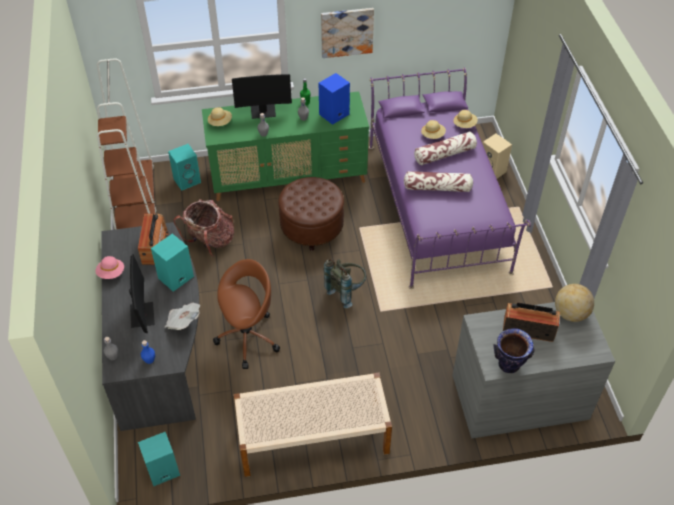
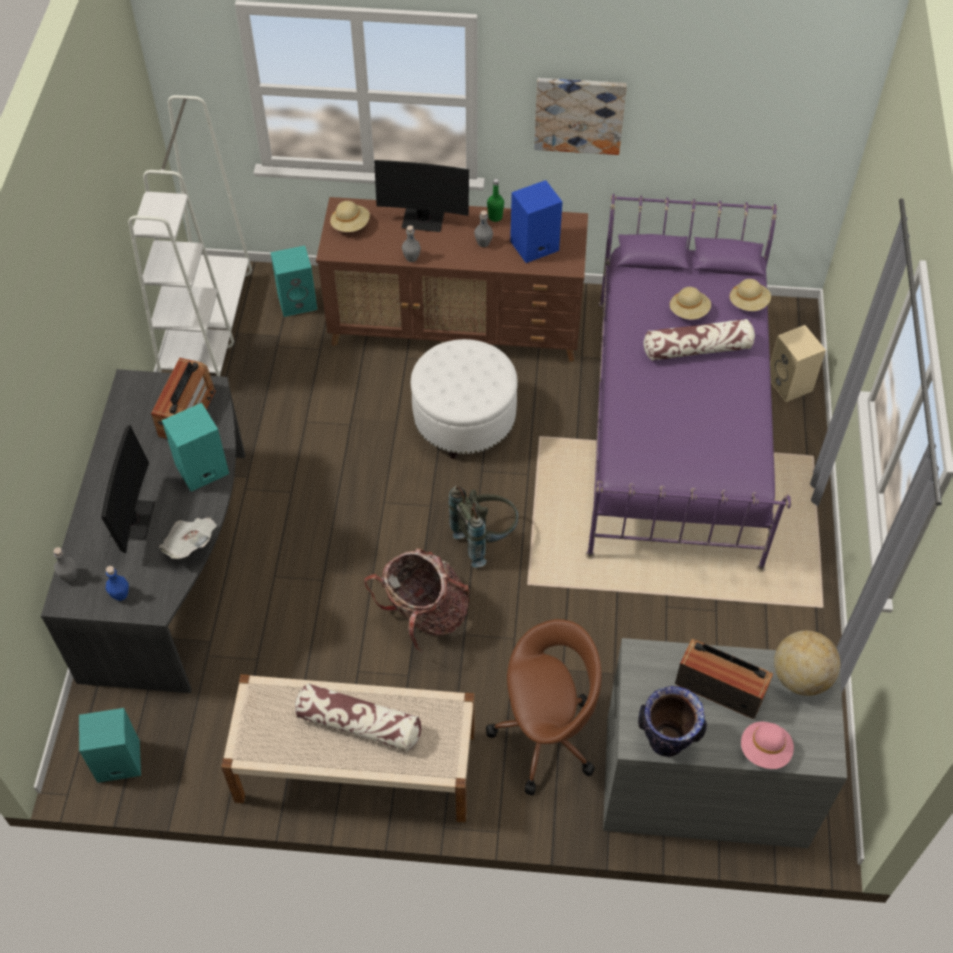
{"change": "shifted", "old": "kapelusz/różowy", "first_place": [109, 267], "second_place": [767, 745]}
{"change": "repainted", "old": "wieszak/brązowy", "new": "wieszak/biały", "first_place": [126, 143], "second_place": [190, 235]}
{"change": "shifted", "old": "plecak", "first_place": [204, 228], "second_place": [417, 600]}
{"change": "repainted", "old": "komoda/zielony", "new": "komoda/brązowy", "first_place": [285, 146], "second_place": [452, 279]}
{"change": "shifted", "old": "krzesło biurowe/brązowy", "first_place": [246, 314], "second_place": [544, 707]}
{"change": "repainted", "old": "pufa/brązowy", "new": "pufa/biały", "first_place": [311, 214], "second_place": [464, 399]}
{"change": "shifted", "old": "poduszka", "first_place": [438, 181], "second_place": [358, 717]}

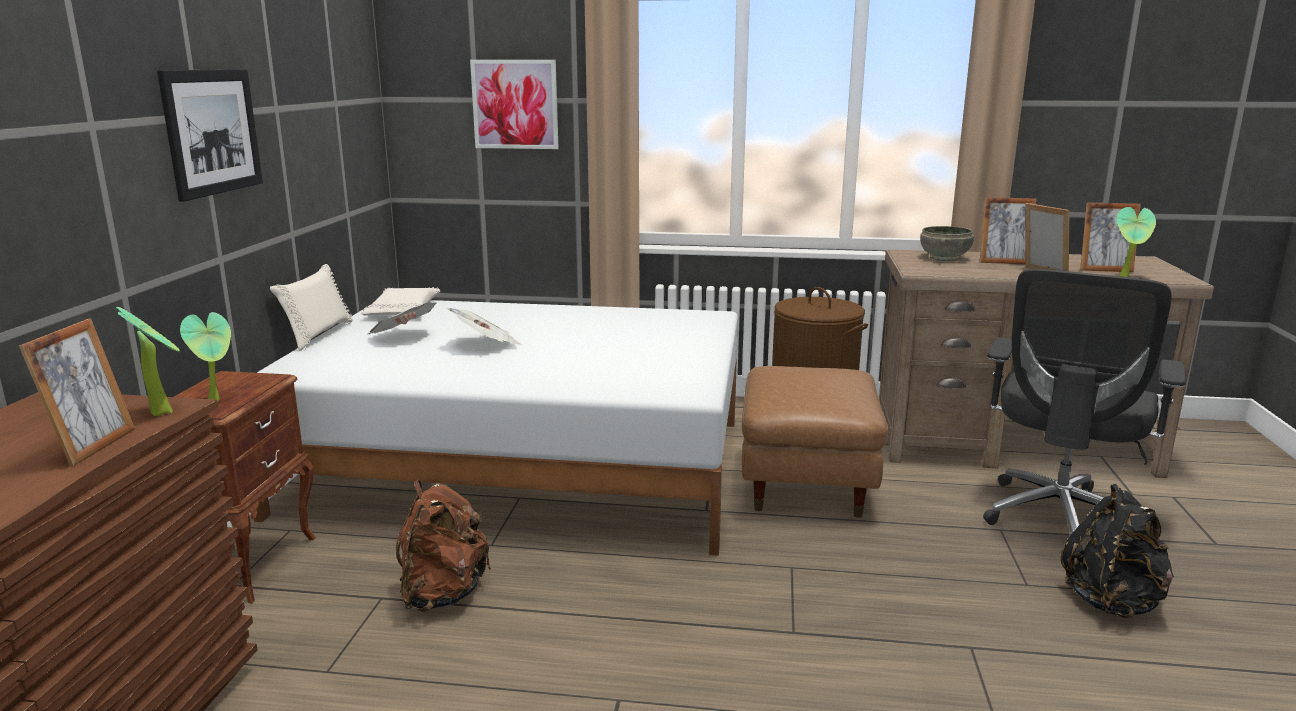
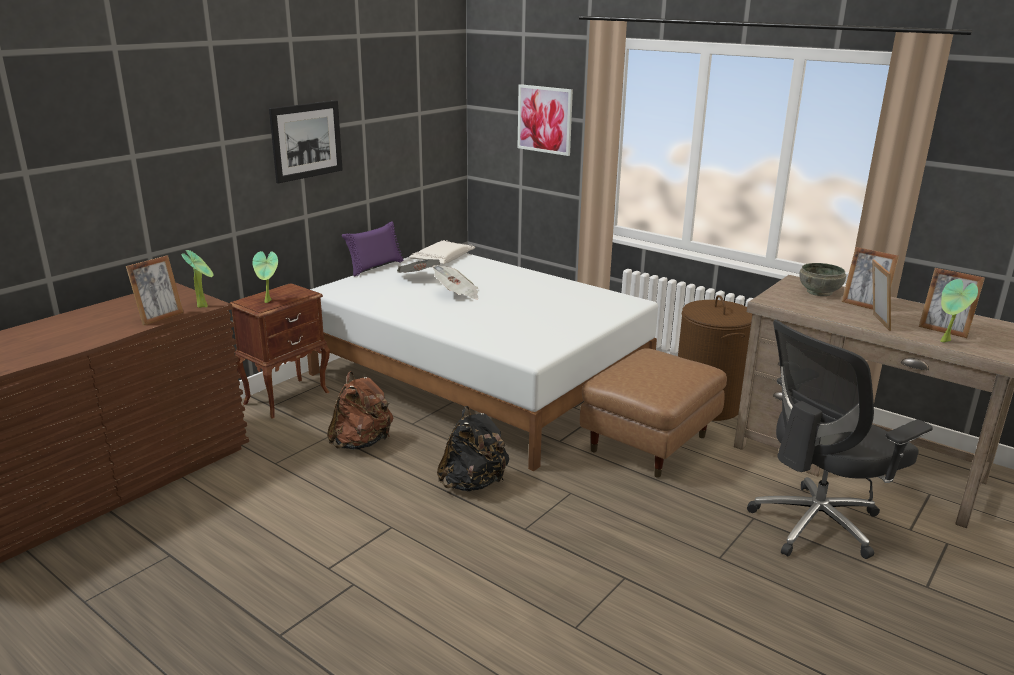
{"change": "repainted", "old": "poduszka/biały", "new": "poduszka/fioletowy", "first_place": [311, 307], "second_place": [372, 249]}
{"change": "shifted", "old": "plecak/czarny", "first_place": [1117, 551], "second_place": [473, 448]}

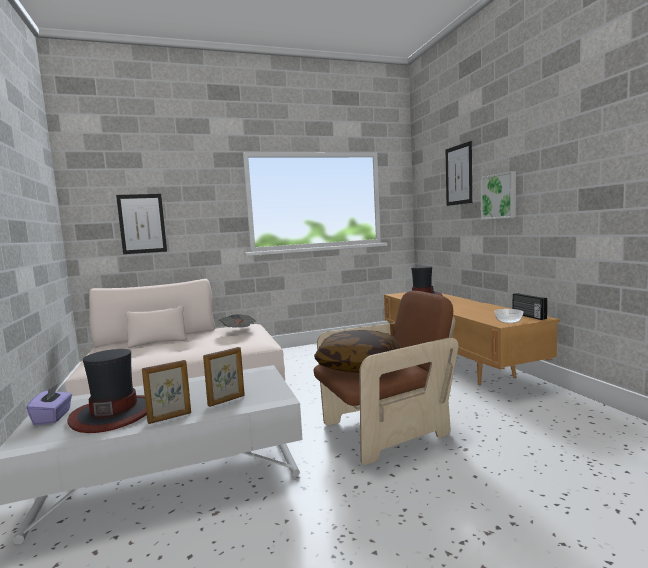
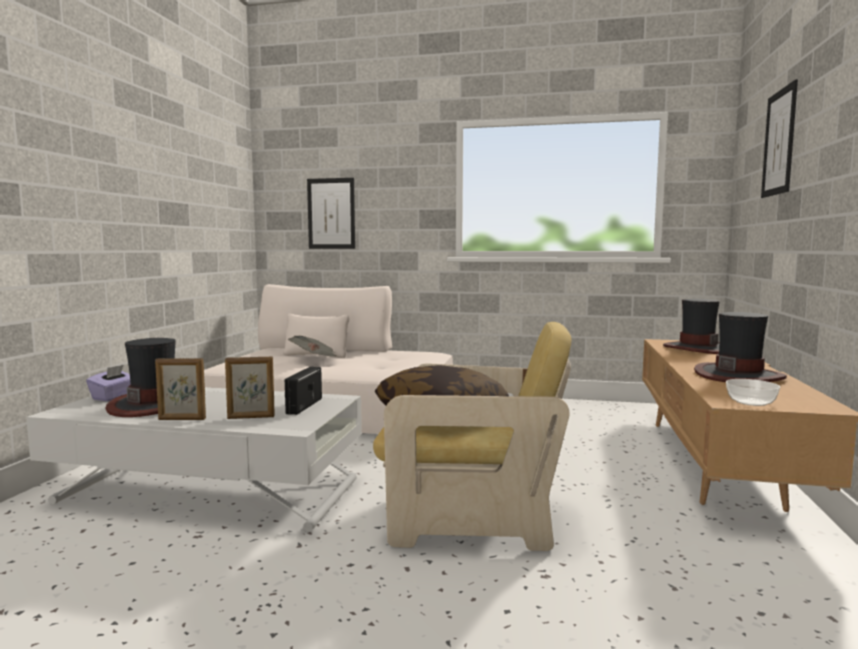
{"change": "shifted", "old": "gazeta", "first_place": [237, 321], "second_place": [312, 346]}
{"change": "repainted", "old": "fotel/brązowy", "new": "fotel/żółty", "first_place": [386, 378], "second_place": [472, 436]}
{"change": "gone", "old": "obraz", "first_place": [498, 195]}
{"change": "shifted", "old": "radio", "first_place": [530, 306], "second_place": [303, 391]}
{"change": "new", "new": "kapelusz", "second_place": [740, 347]}

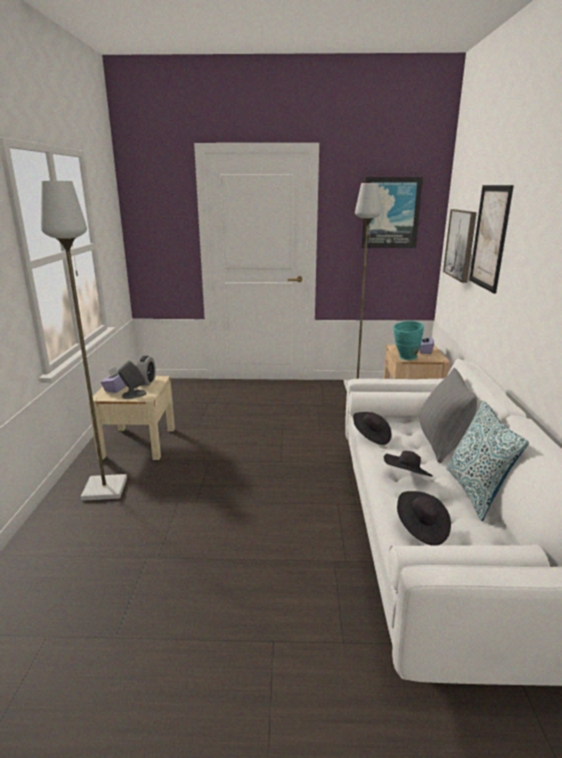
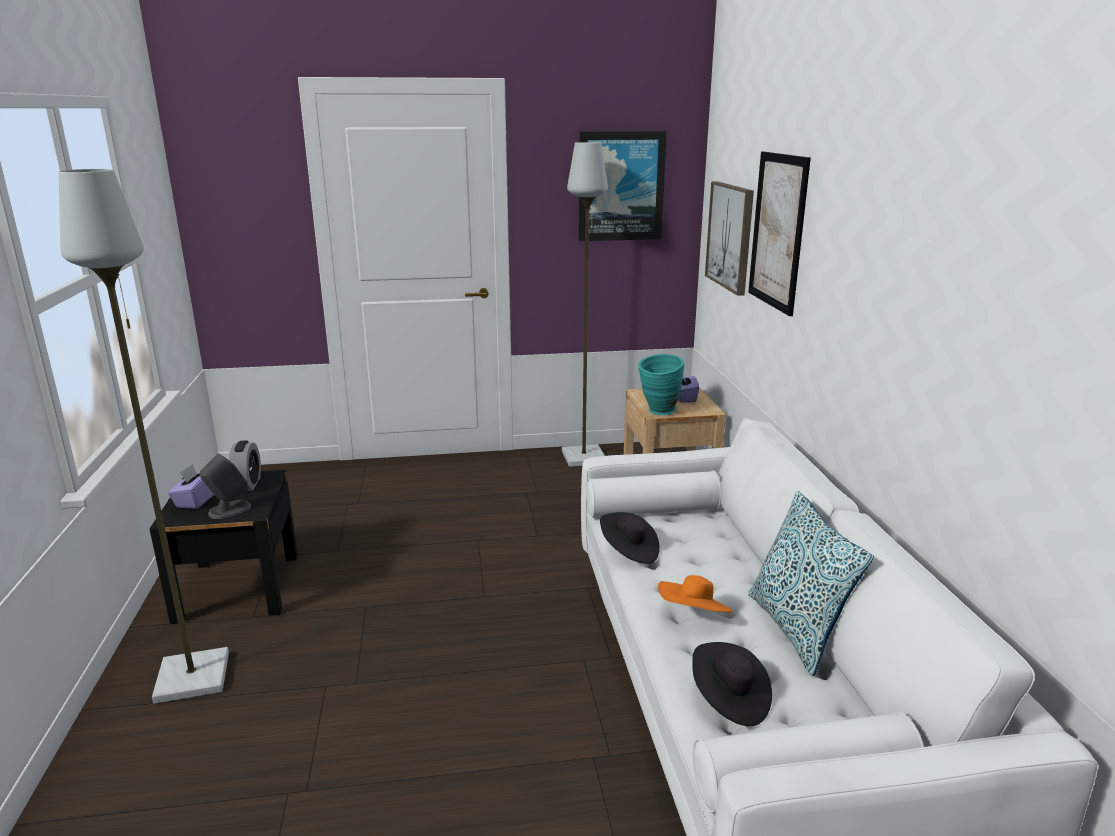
{"change": "repainted", "old": "szafka nocna/beżowy", "new": "szafka nocna/czarny", "first_place": [131, 418], "second_place": [223, 547]}
{"change": "repainted", "old": "kapelusz/czarny", "new": "kapelusz/pomarańczowy", "first_place": [408, 464], "second_place": [695, 594]}
{"change": "gone", "old": "poduszka/szary", "first_place": [448, 415]}

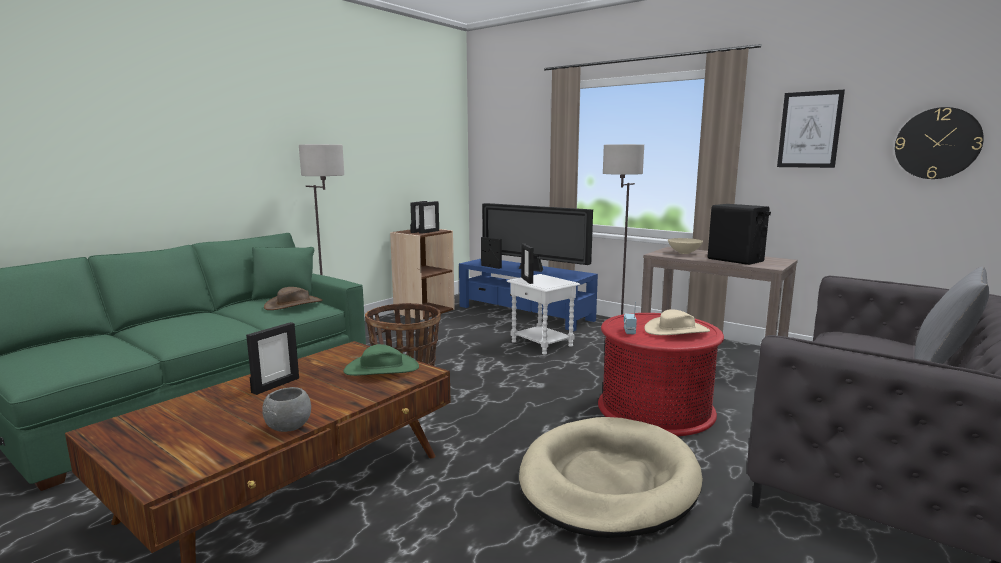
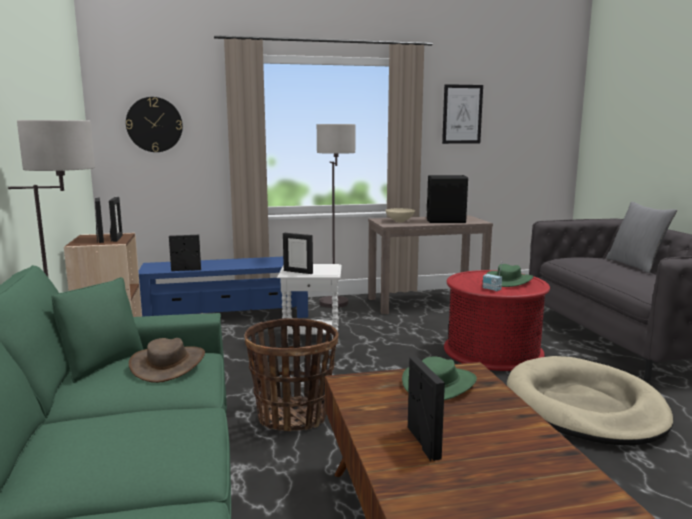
{"change": "gone", "old": "miska/szary", "first_place": [286, 409]}
{"change": "gone", "old": "telewizor", "first_place": [537, 237]}
{"change": "repainted", "old": "kapelusz/beżowy", "new": "kapelusz/zielony", "first_place": [677, 322], "second_place": [509, 275]}
{"change": "shifted", "old": "zegar ścienny", "first_place": [939, 143], "second_place": [154, 124]}

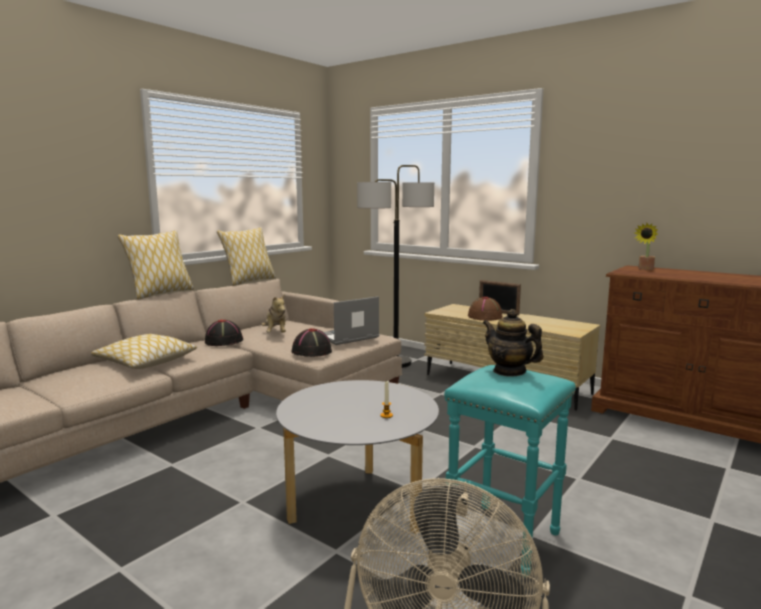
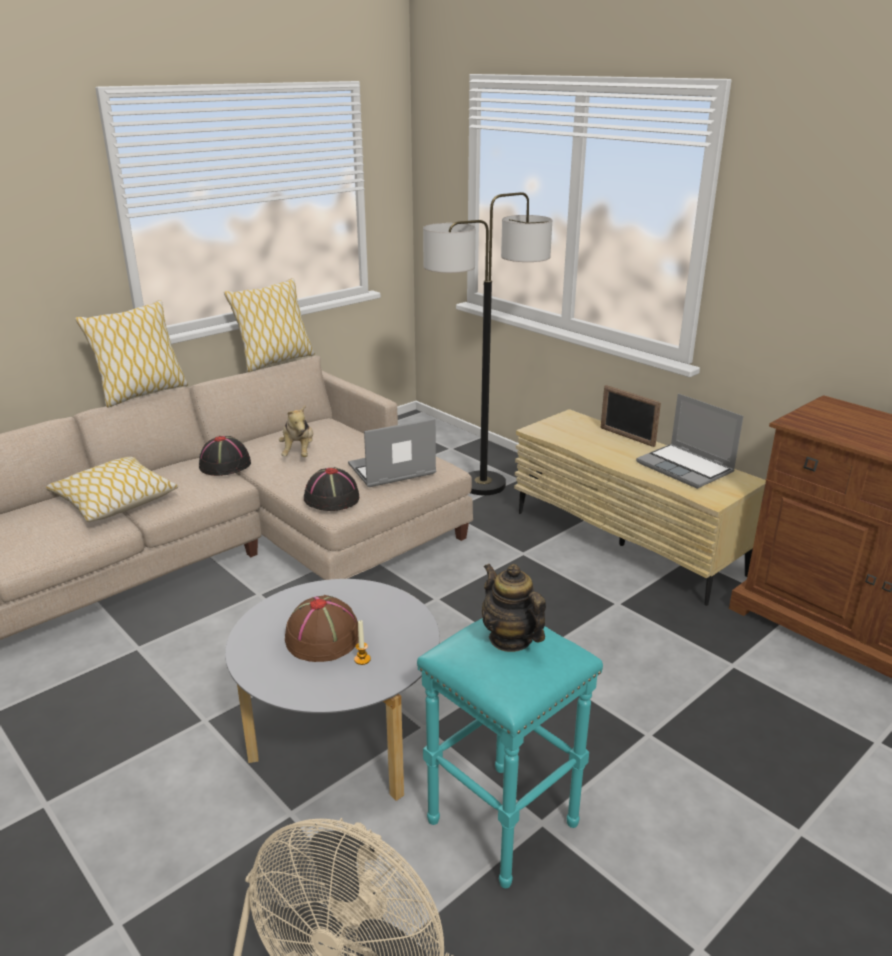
{"change": "shifted", "old": "kapelusz/brązowy", "first_place": [485, 309], "second_place": [322, 628]}
{"change": "gone", "old": "roślina doniczkowa", "first_place": [646, 246]}
{"change": "new", "new": "laptop", "second_place": [689, 441]}

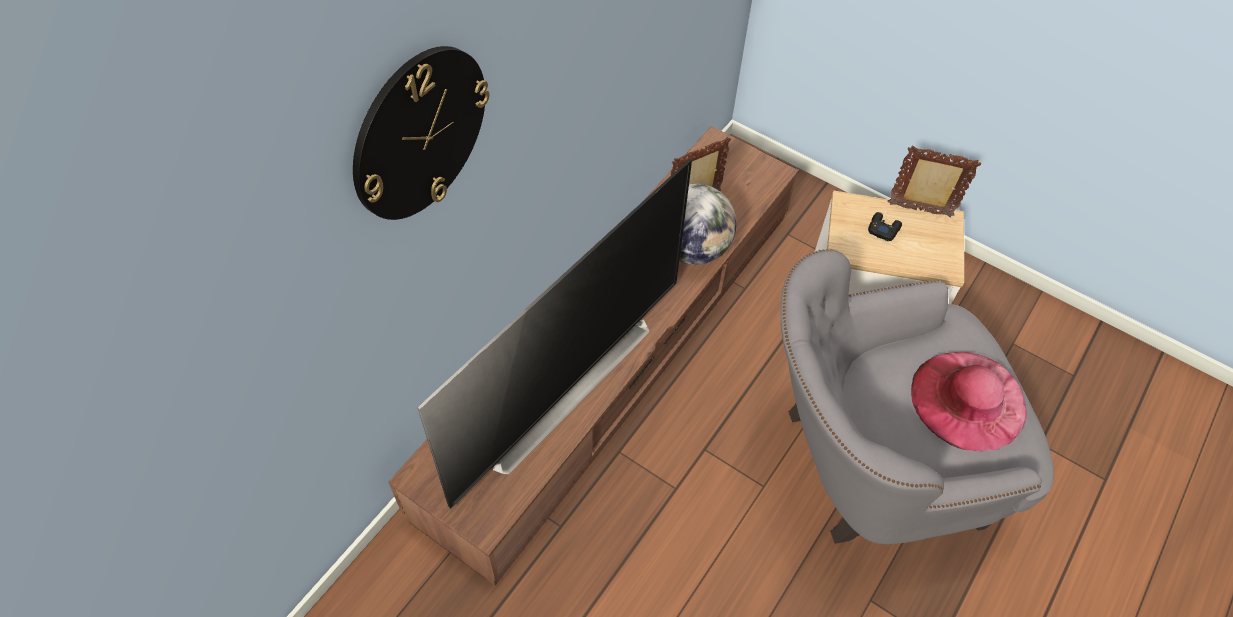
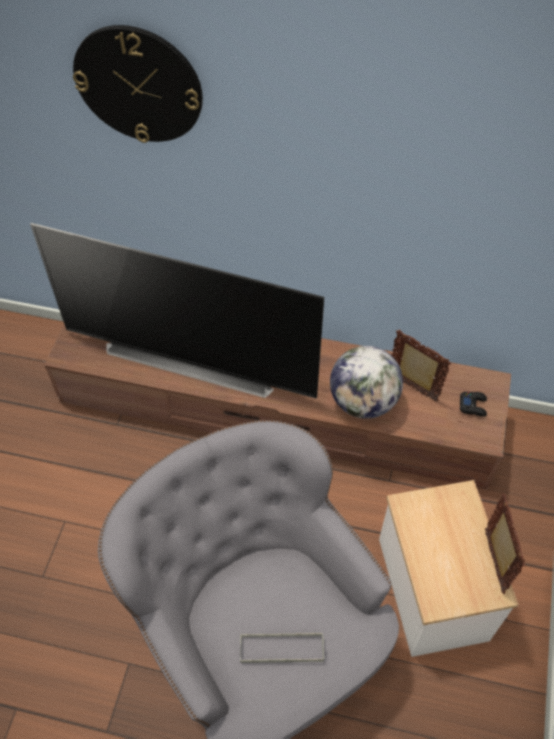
{"change": "shifted", "old": "pad do gier/czarny", "first_place": [885, 226], "second_place": [473, 404]}
{"change": "swapped", "old": "kapelusz/różowy", "new": "taca/szary", "first_place": [969, 402], "second_place": [282, 648]}

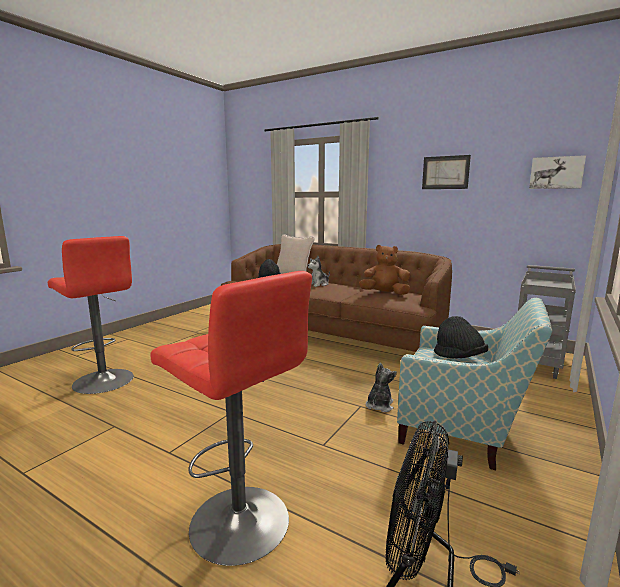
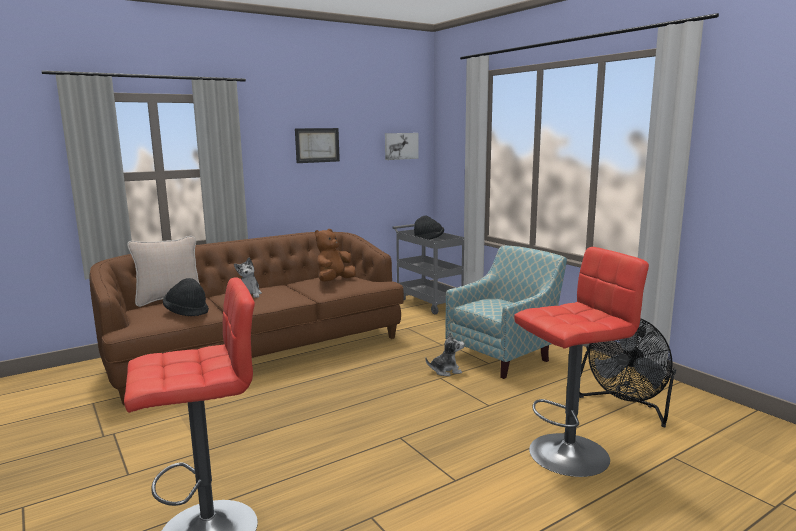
{"change": "rotated", "old": "pluszak", "first_place": [381, 387], "second_place": [444, 354], "degrees": 120}
{"change": "shifted", "old": "kapelusz/czarny", "first_place": [461, 337], "second_place": [429, 227]}

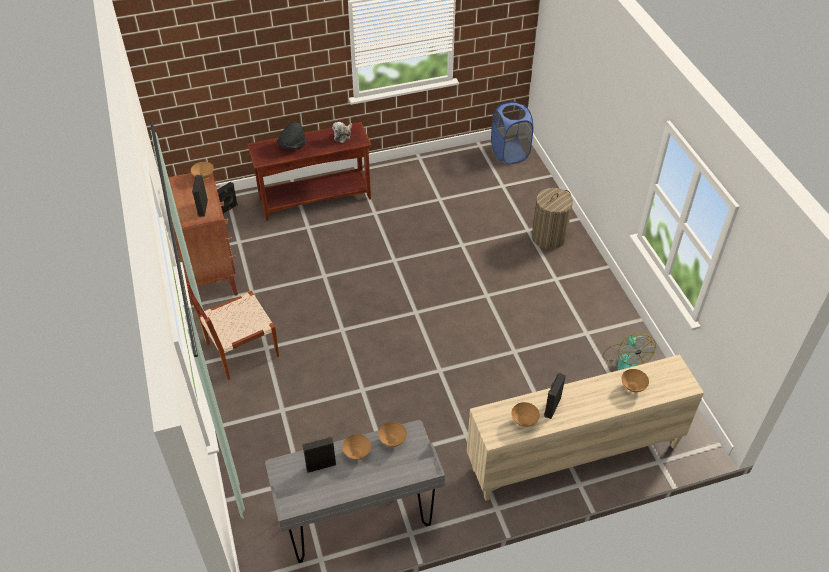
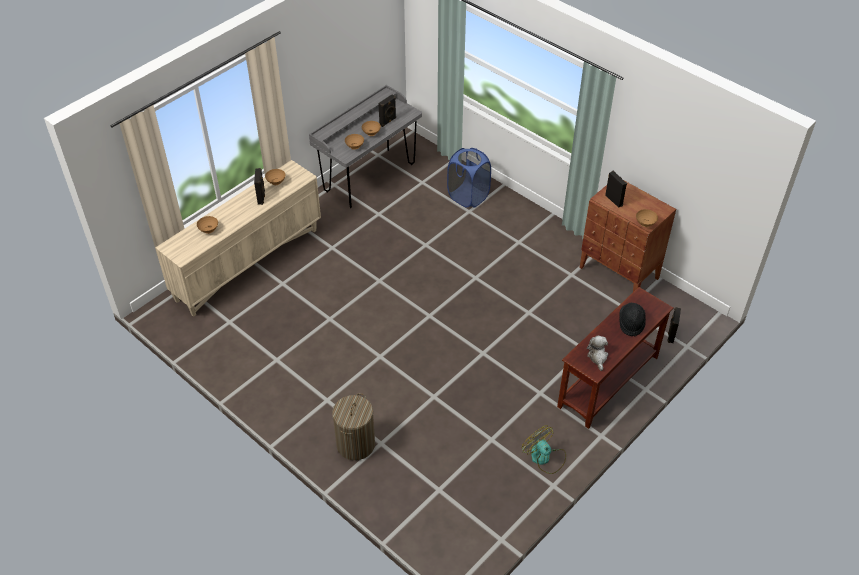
{"change": "gone", "old": "krzesło", "first_place": [232, 331]}
{"change": "shifted", "old": "kosz na pranie/niebieski", "first_place": [512, 132], "second_place": [469, 178]}
{"change": "shifted", "old": "wentylator", "first_place": [629, 352], "second_place": [544, 449]}

